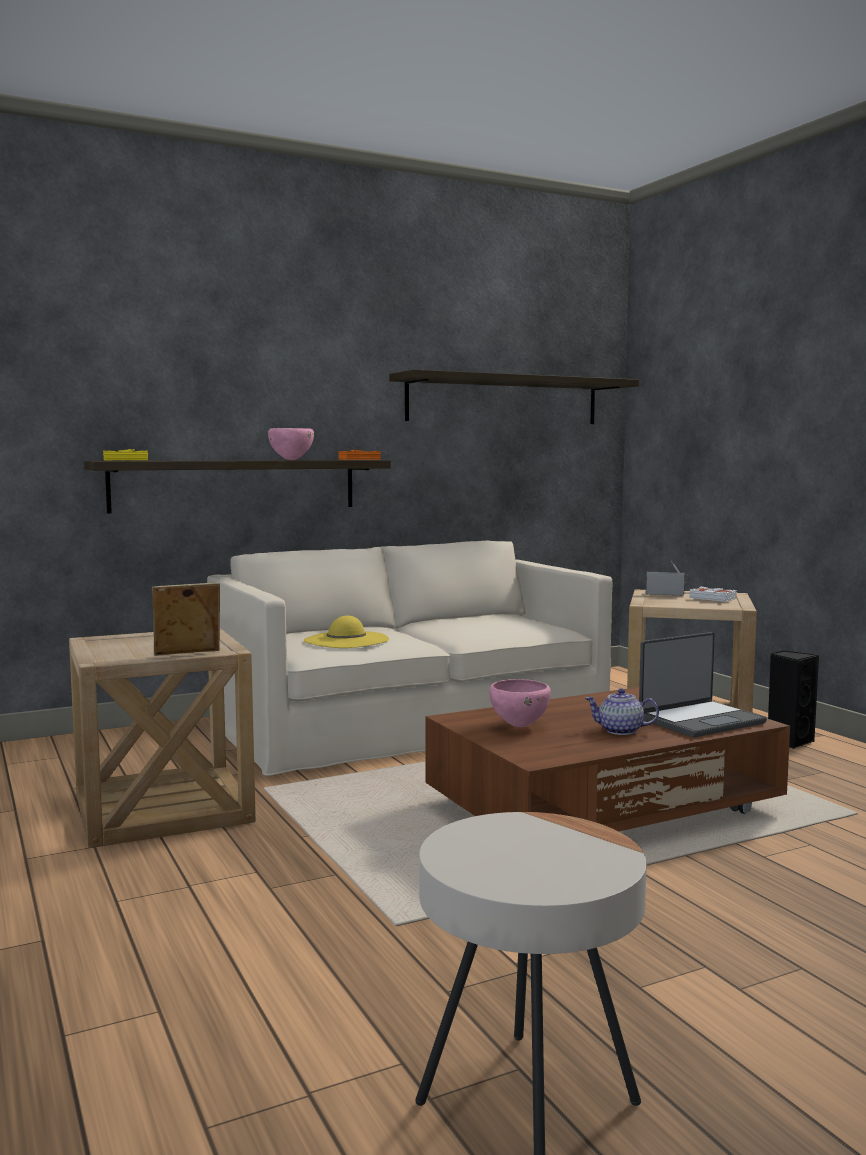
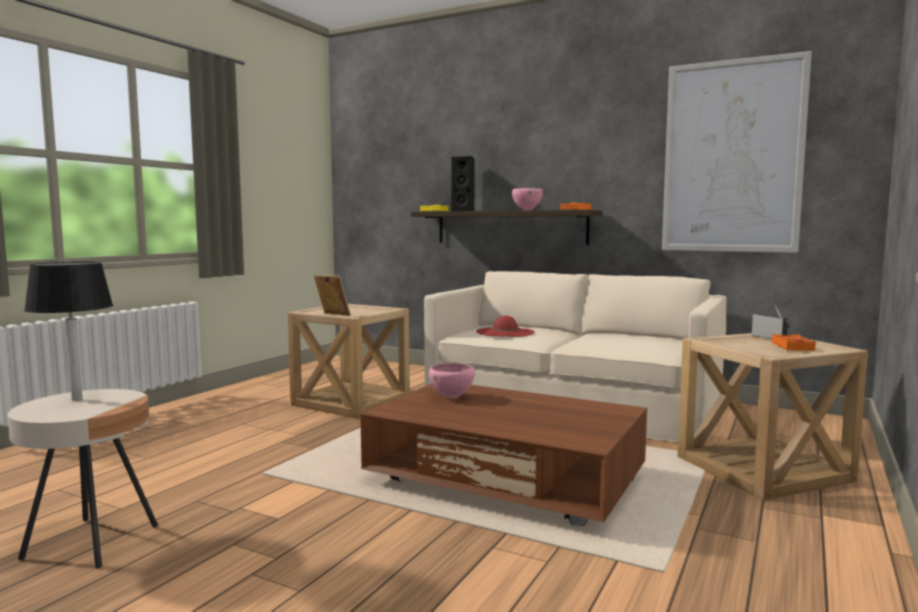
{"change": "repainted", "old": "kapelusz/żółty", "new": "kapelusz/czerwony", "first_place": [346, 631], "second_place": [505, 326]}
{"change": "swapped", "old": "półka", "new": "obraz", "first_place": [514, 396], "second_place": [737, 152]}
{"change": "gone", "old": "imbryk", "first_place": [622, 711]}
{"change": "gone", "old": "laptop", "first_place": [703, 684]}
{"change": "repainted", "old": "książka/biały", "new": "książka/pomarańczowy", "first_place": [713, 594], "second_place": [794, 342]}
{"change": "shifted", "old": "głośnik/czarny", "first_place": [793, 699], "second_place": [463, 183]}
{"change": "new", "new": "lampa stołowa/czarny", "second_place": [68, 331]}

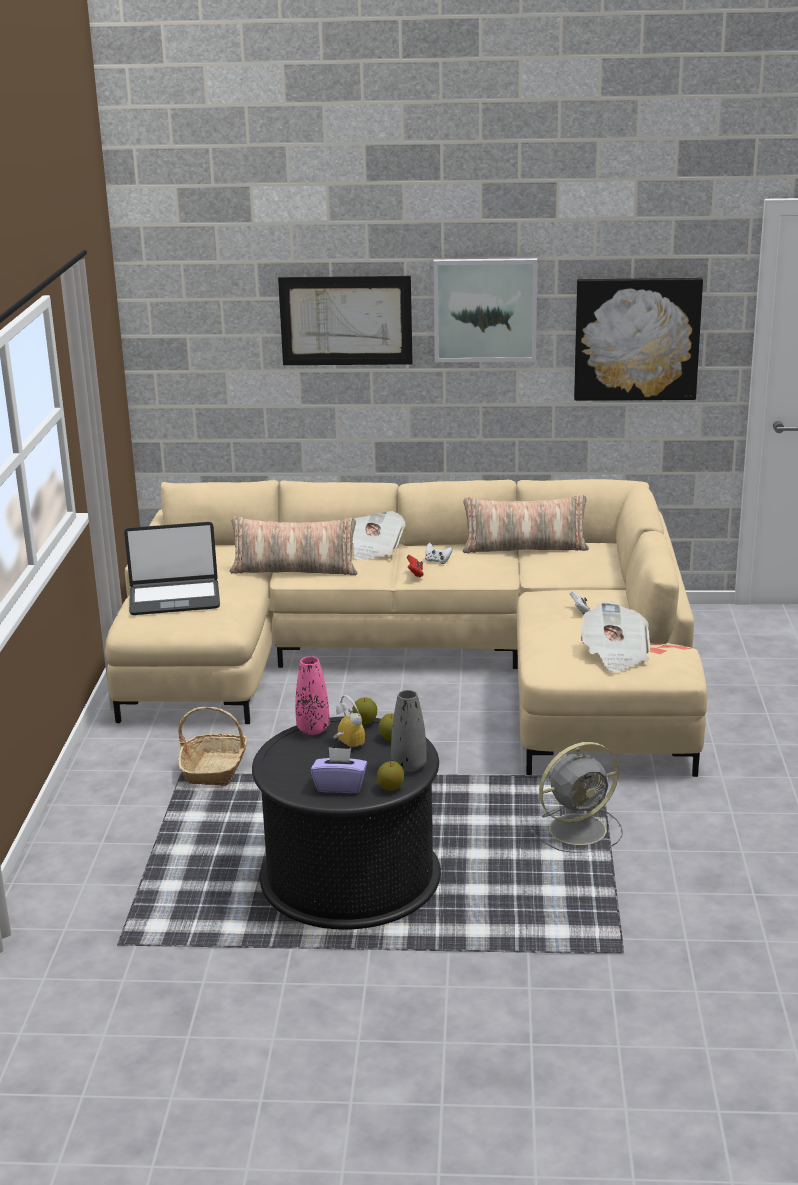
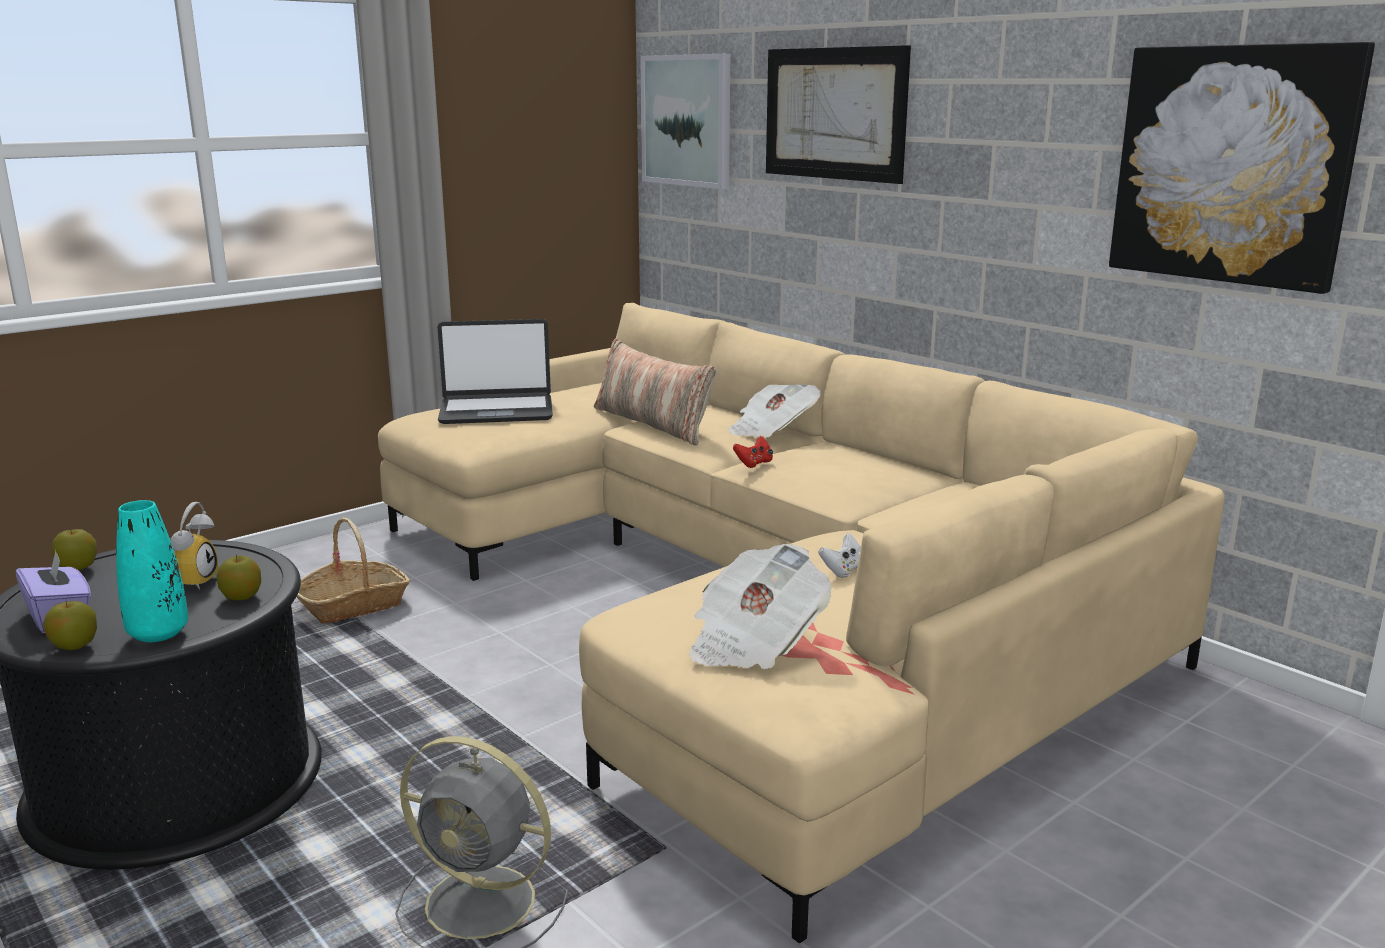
{"change": "rotated", "old": "laptop", "first_place": [172, 568], "second_place": [495, 371], "degrees": -45}
{"change": "gone", "old": "wazon/różowy", "first_place": [312, 695]}
{"change": "shifted", "old": "jabłko", "first_place": [364, 711], "second_place": [74, 549]}
{"change": "repainted", "old": "wazon/szary", "new": "wazon/turkusowy", "first_place": [409, 731], "second_place": [152, 571]}
{"change": "gone", "old": "pad do gier/biały", "first_place": [439, 553]}
{"change": "shifted", "old": "obraz", "first_place": [485, 310], "second_place": [685, 121]}
{"change": "gone", "old": "poduszka", "first_place": [525, 524]}

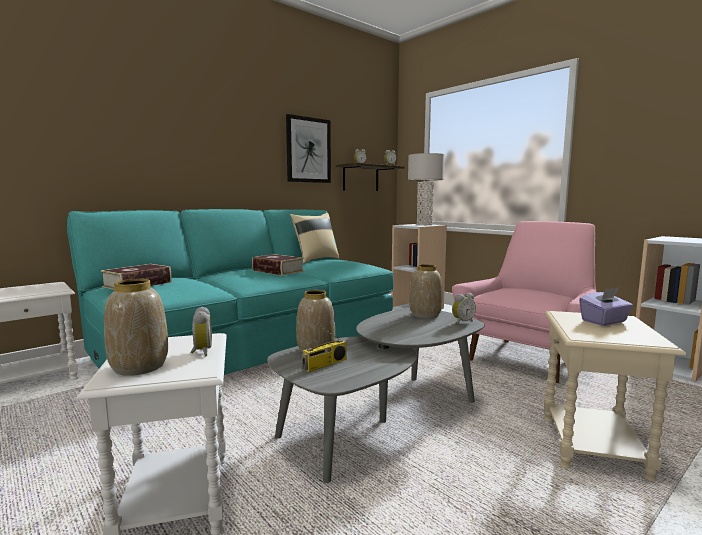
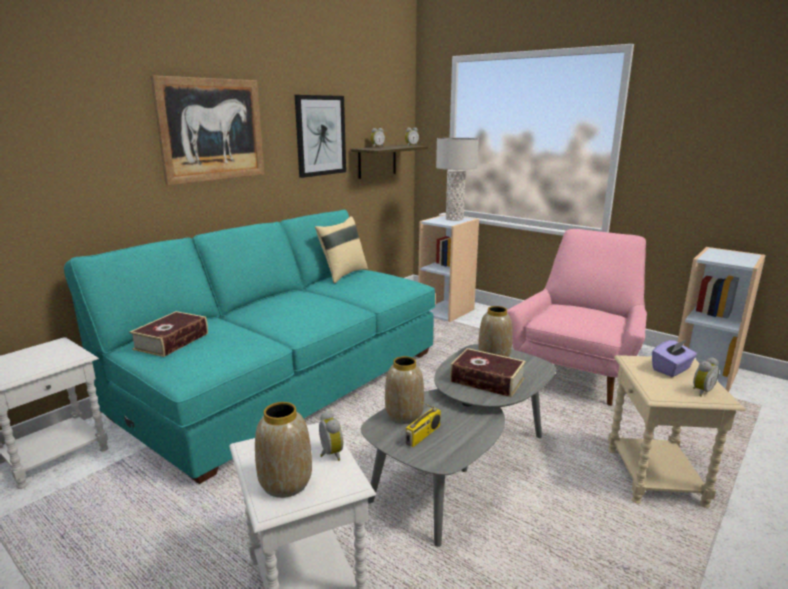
{"change": "shifted", "old": "książka", "first_place": [278, 265], "second_place": [488, 372]}
{"change": "shifted", "old": "budzik", "first_place": [464, 308], "second_place": [706, 377]}
{"change": "new", "new": "obraz", "second_place": [208, 130]}

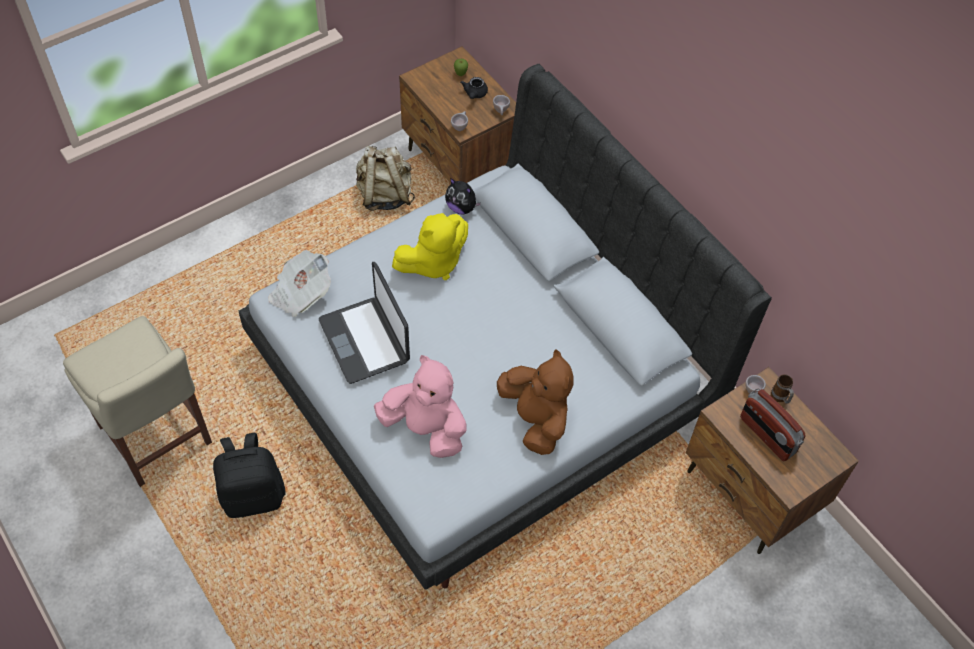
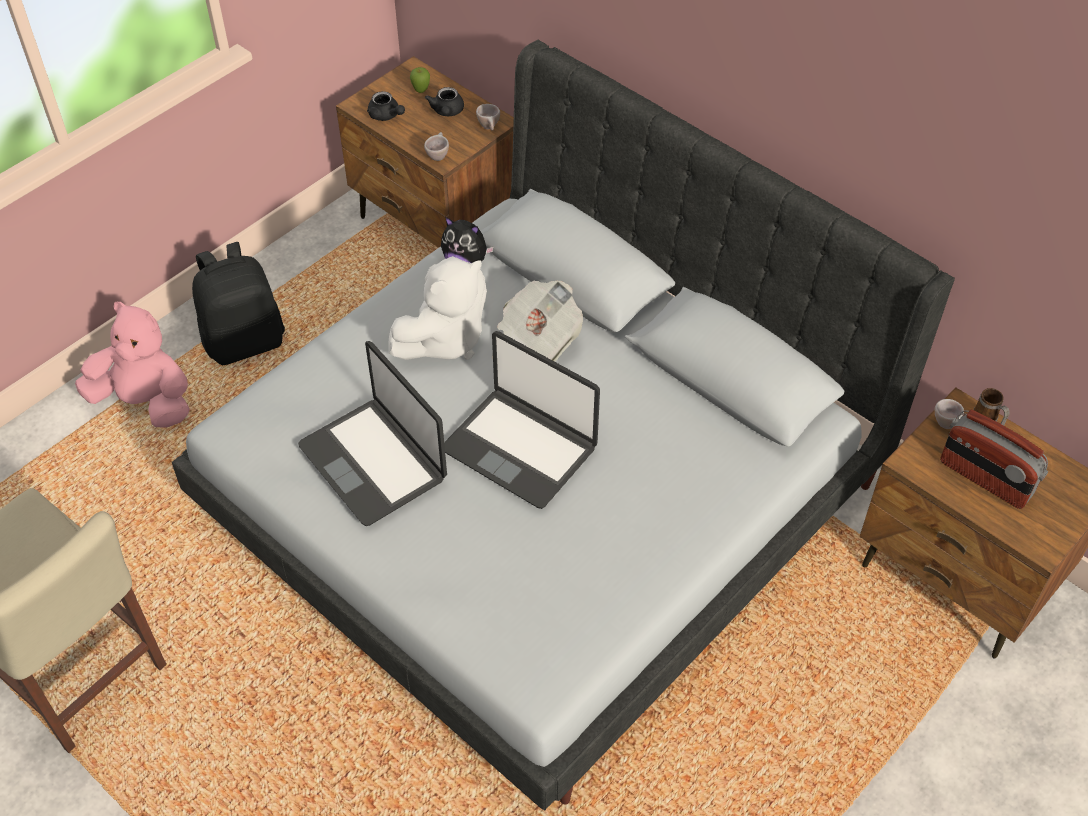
{"change": "shifted", "old": "plecak/czarny", "first_place": [249, 475], "second_place": [238, 303]}
{"change": "shifted", "old": "gazeta", "first_place": [299, 283], "second_place": [537, 321]}
{"change": "gone", "old": "plecak/beżowy", "first_place": [385, 178]}
{"change": "shifted", "old": "pluszak/różowy", "first_place": [420, 406], "second_place": [132, 365]}
{"change": "repainted", "old": "pluszak/żółty", "new": "pluszak/biały", "first_place": [430, 246], "second_place": [438, 308]}
{"change": "gone", "old": "pluszak/brązowy", "first_place": [535, 402]}
{"change": "new", "new": "imbryk/czarny", "second_place": [386, 106]}
{"change": "new", "new": "laptop", "second_place": [522, 420]}

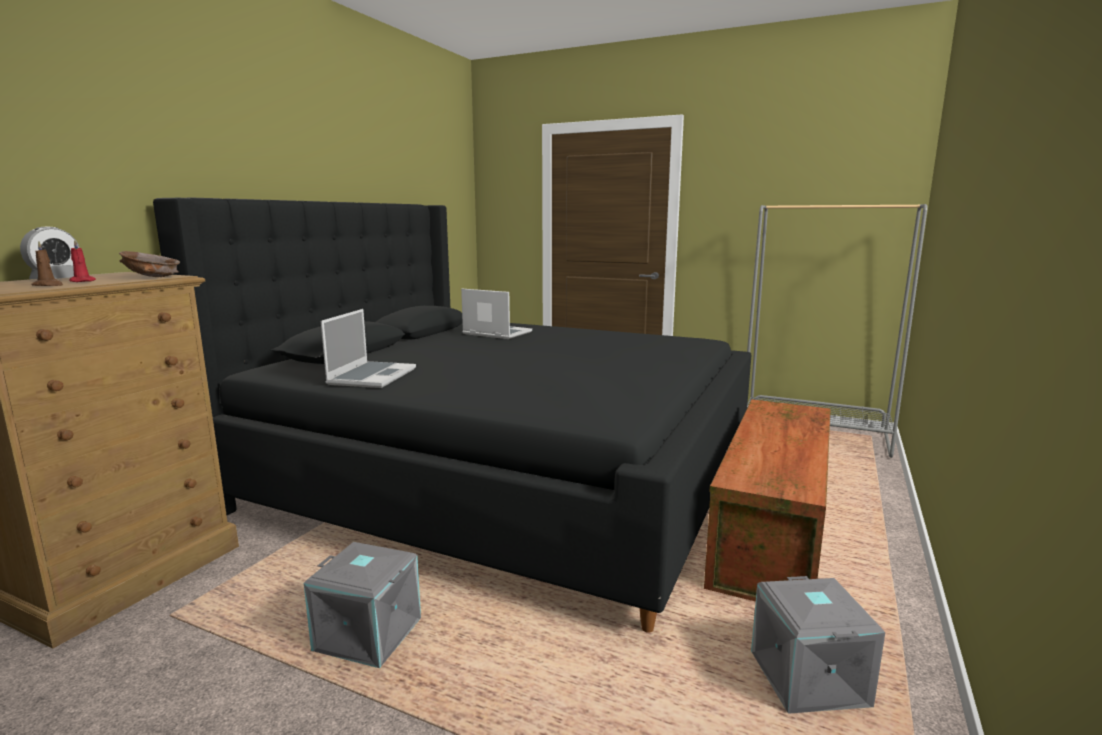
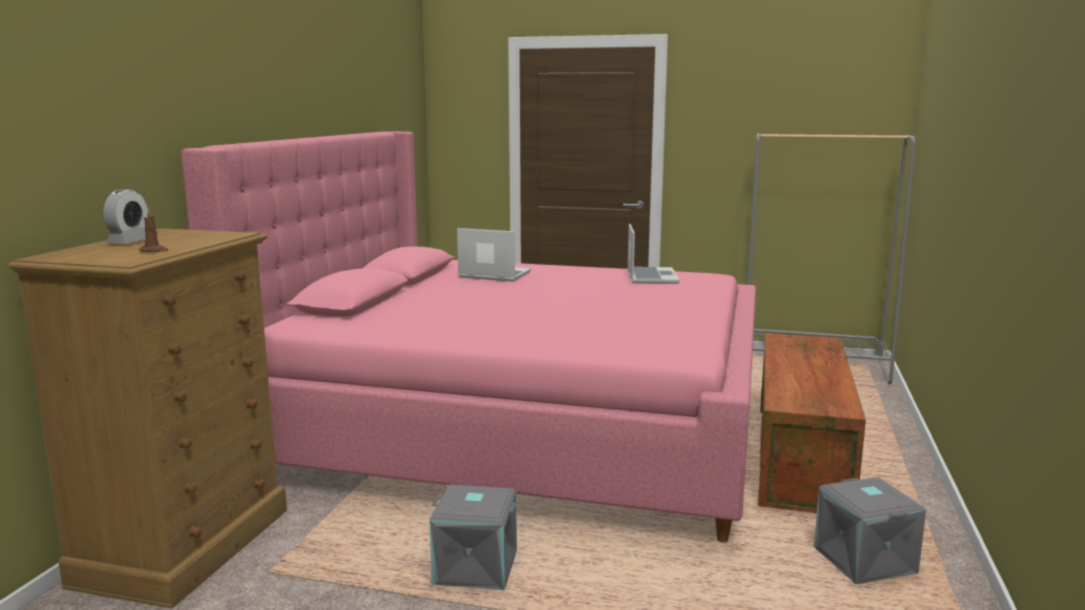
{"change": "gone", "old": "świeca/czerwony", "first_place": [82, 261]}
{"change": "gone", "old": "miska/brązowy", "first_place": [149, 264]}
{"change": "repainted", "old": "łóżko/czarny", "new": "łóżko/różowy", "first_place": [452, 415], "second_place": [468, 336]}
{"change": "shifted", "old": "laptop", "first_place": [368, 348], "second_place": [653, 254]}

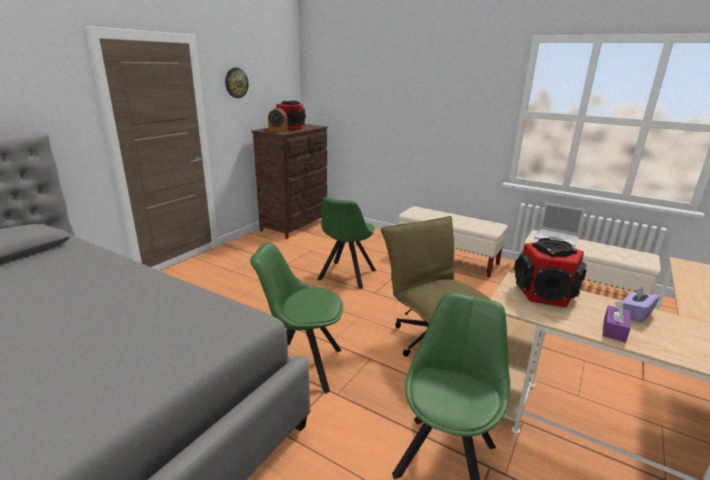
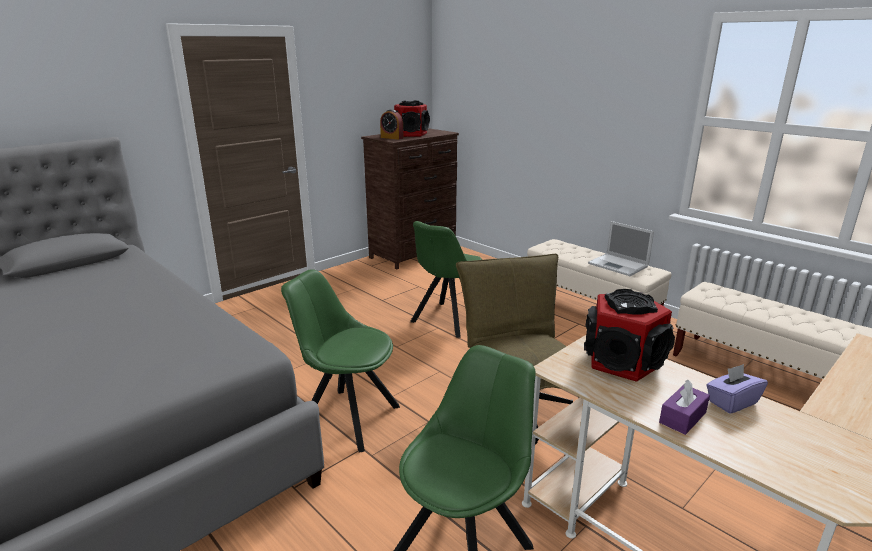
{"change": "gone", "old": "zegar ścienny", "first_place": [236, 83]}
{"change": "shifted", "old": "laptop", "first_place": [559, 224], "second_place": [621, 248]}

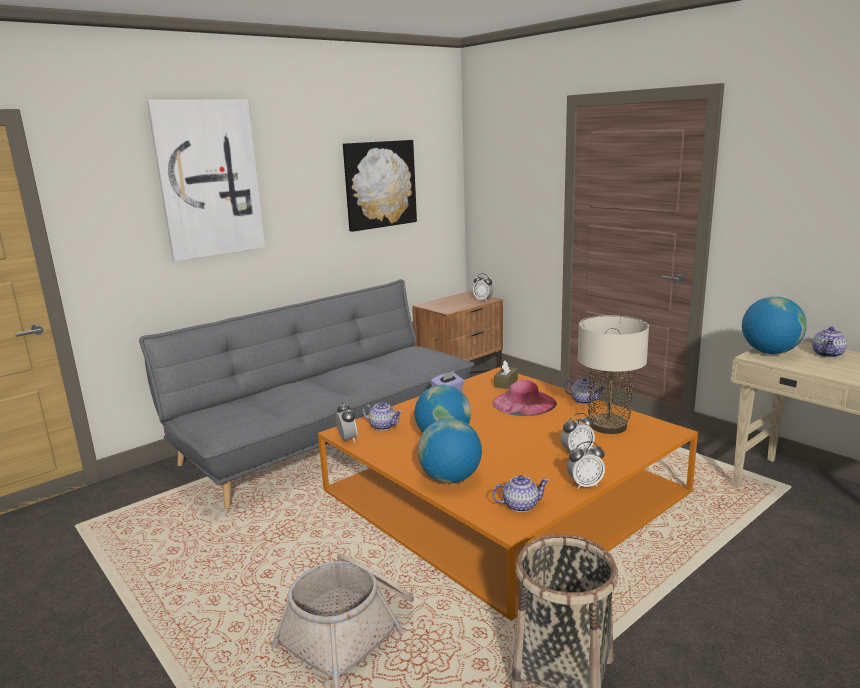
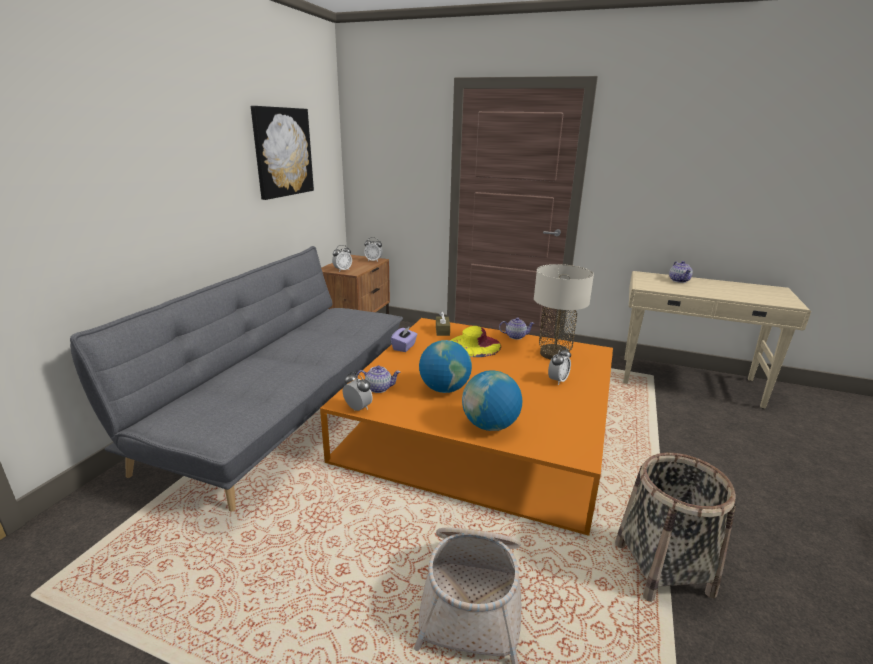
{"change": "gone", "old": "obraz", "first_place": [206, 180]}
{"change": "gone", "old": "imbryk", "first_place": [520, 493]}
{"change": "repainted", "old": "kapelusz/różowy", "new": "kapelusz/żółty", "first_place": [525, 398], "second_place": [475, 341]}
{"change": "shifted", "old": "budzik", "first_place": [586, 465], "second_place": [342, 258]}
{"change": "gone", "old": "globus", "first_place": [774, 325]}

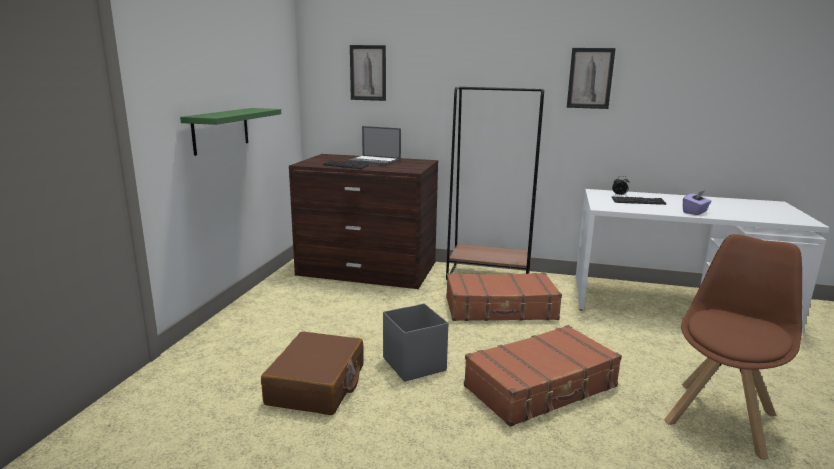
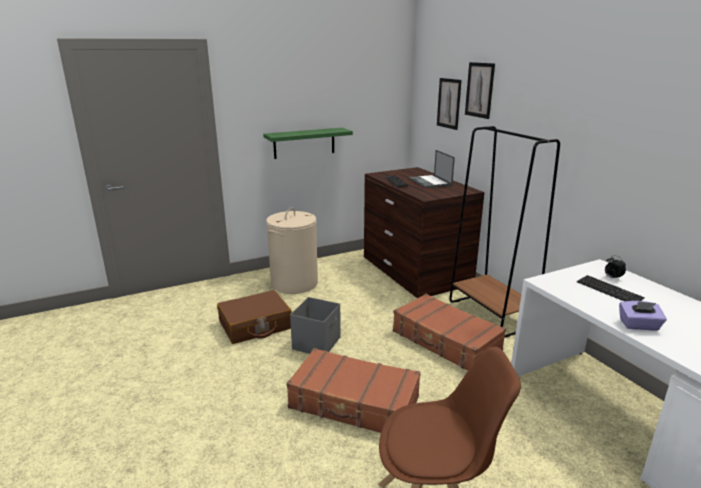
{"change": "shifted", "old": "obraz", "first_place": [591, 78], "second_place": [480, 90]}
{"change": "new", "new": "kosz na pranie/beżowy", "second_place": [292, 251]}

